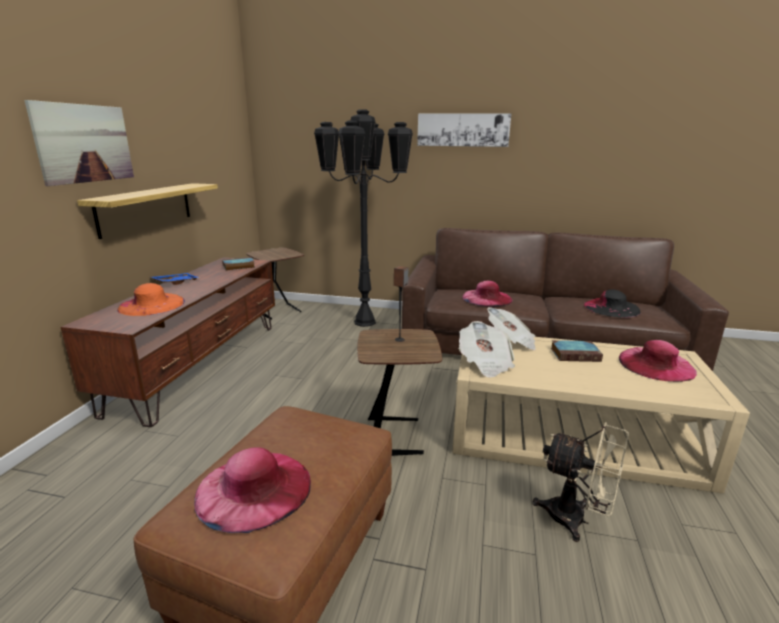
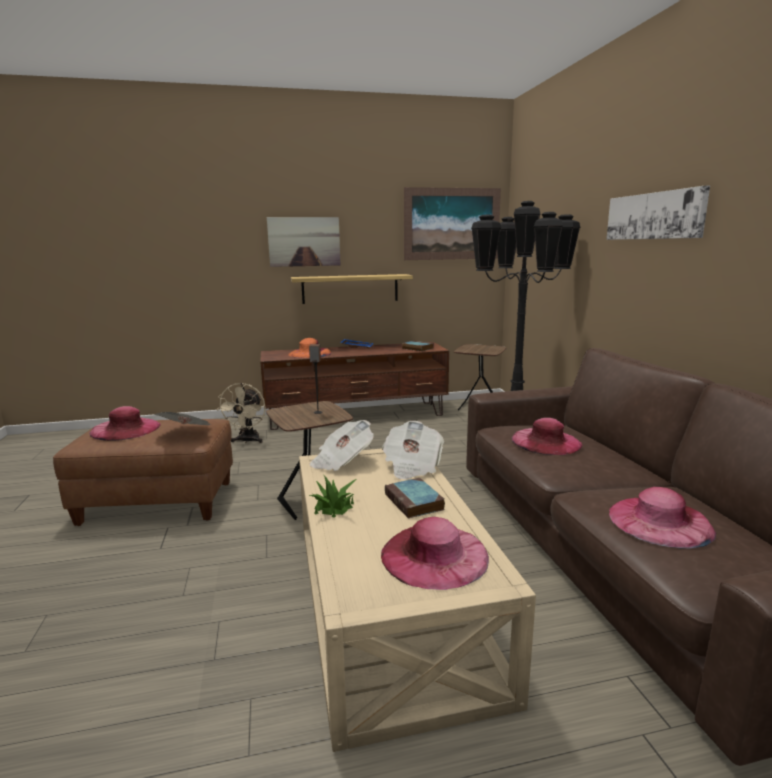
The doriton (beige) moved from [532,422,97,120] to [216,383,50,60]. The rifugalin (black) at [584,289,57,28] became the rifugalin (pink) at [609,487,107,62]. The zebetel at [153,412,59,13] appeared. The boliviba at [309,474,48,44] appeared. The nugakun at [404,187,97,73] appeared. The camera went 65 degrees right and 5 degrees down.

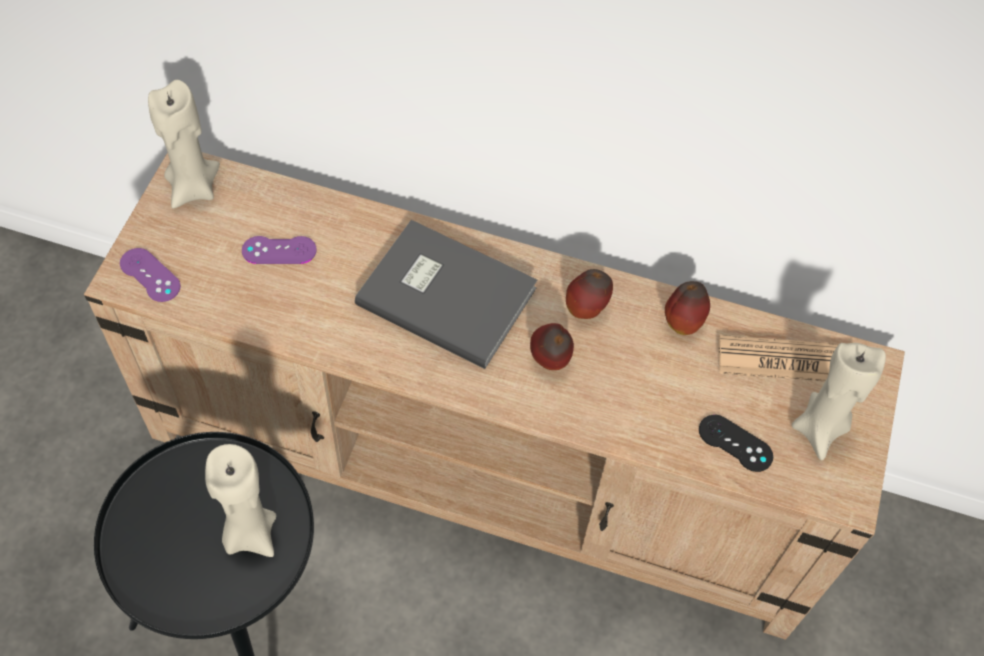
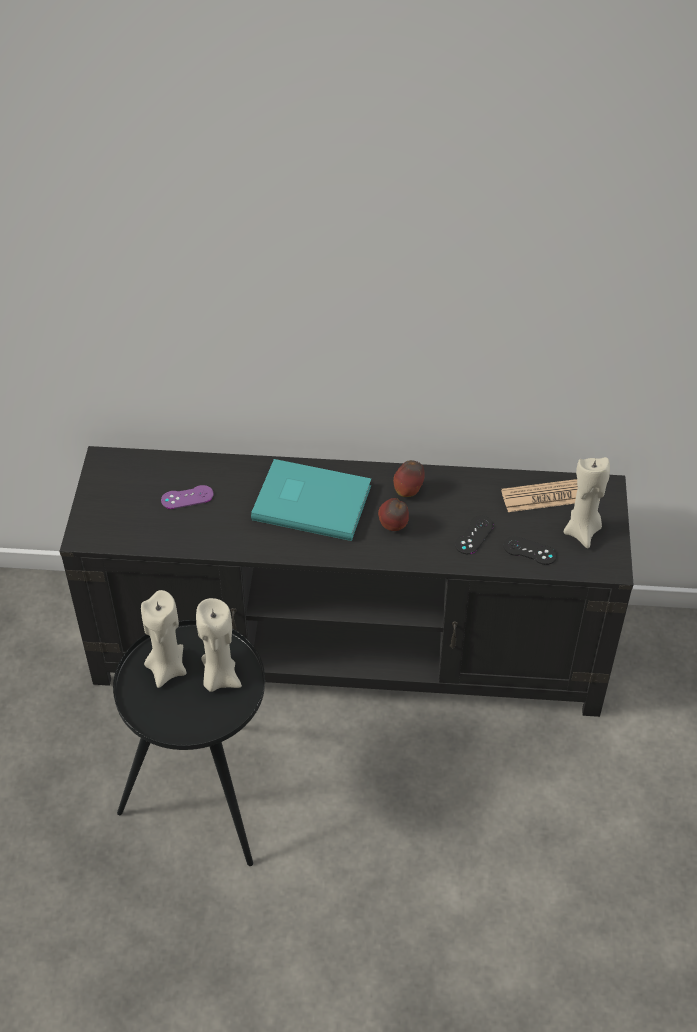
The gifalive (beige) at [84,152,821,488] became the gifalive (black) at [60,446,573,271]. The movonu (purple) at [120,248,60,54] disappeared. The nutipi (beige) moved from [148,80,72,128] to [141,590,46,98]. The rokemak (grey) at [355,220,182,149] became the rokemak (turquoise) at [251,459,120,82]. The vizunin at [665,281,45,54] disappeared. The movonu (black) at [455,516,39,38] appeared. The camera went 10 degrees left and 10 degrees down.

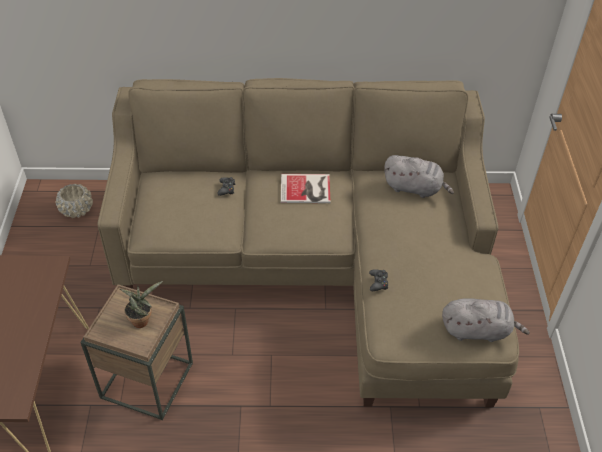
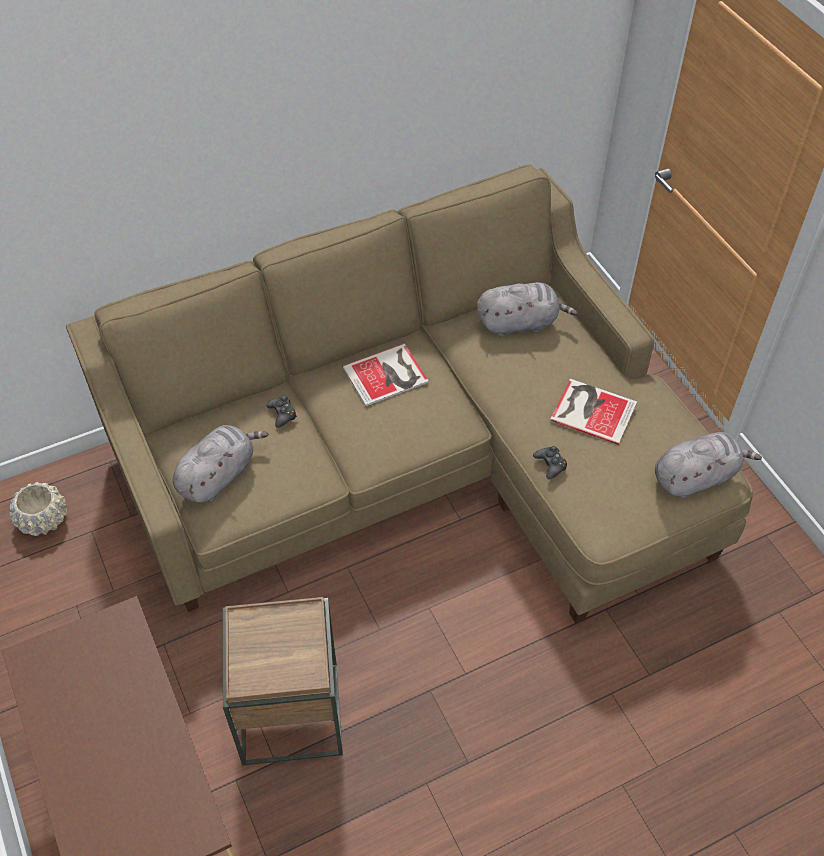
The boliviba at [120,281,43,47] disappeared. The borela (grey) at [173,425,96,78] appeared. The rokemak at [550,379,87,66] appeared. The camera went 25 degrees left and 5 degrees up.

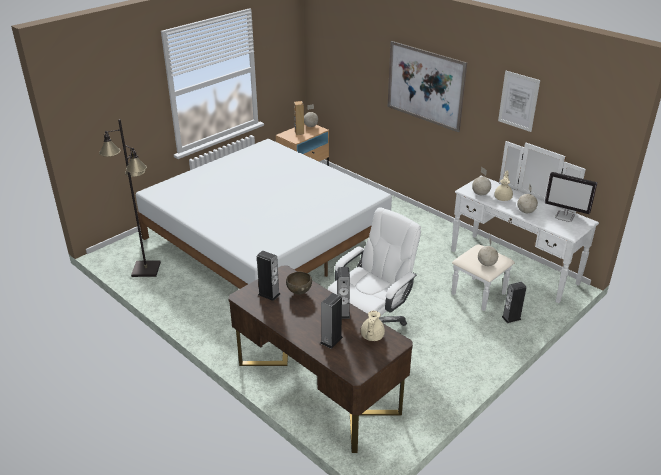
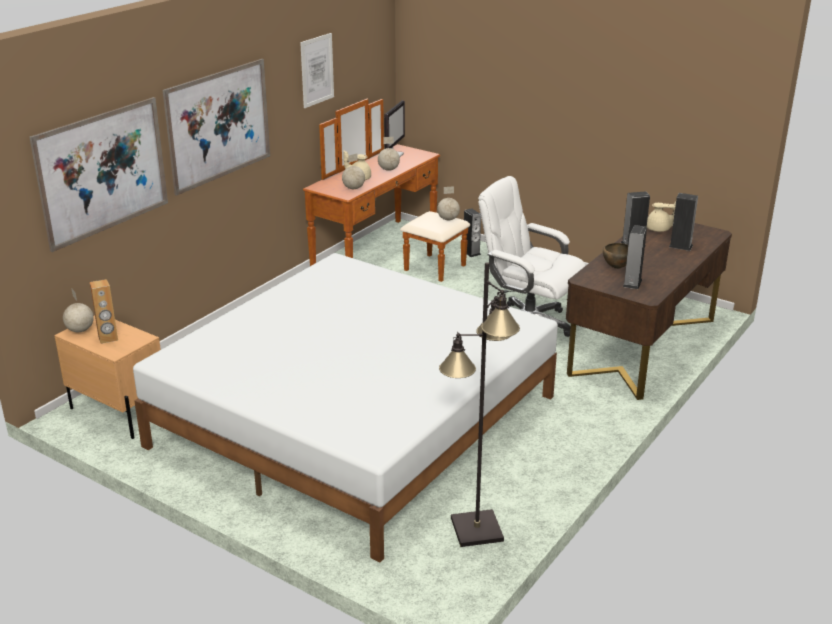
The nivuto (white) at [451,141,148,170] became the nivuto (brown) at [303,99,167,183]. The nugakun at [29,97,139,155] appeared. The camera went 100 degrees left and 5 degrees down.

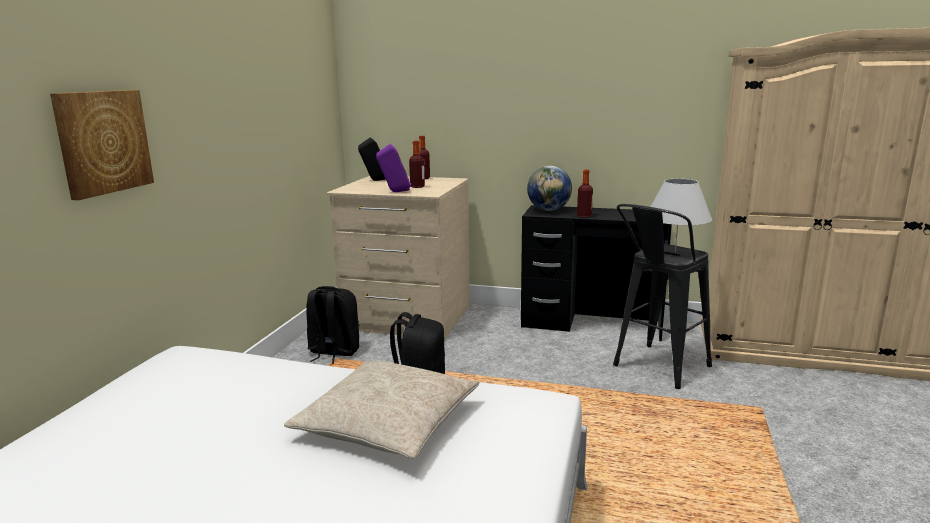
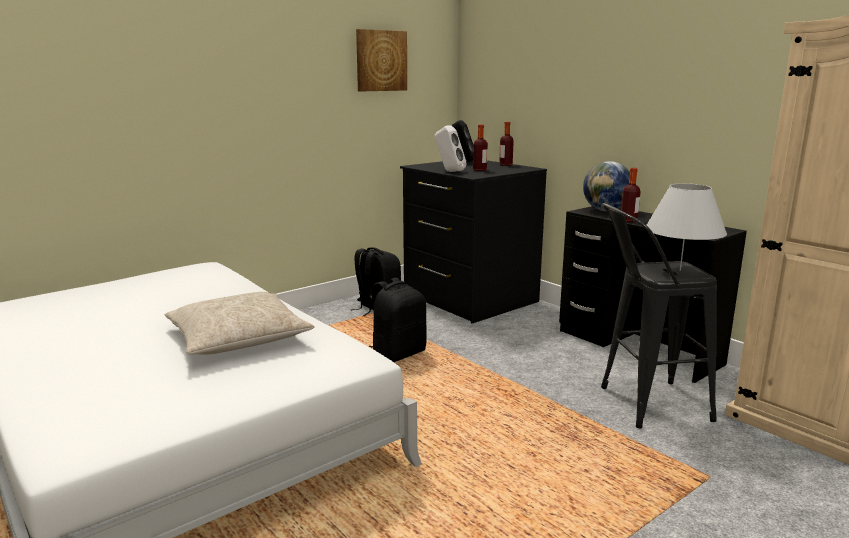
The nugakun moved from [50,90,104,110] to [356,29,51,62]. The nivuto (beige) at [327,176,143,164] became the nivuto (black) at [400,160,147,163]. The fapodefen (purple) at [376,144,35,48] became the fapodefen (white) at [435,125,32,47]. The camera went 35 degrees right and 0 degrees up.

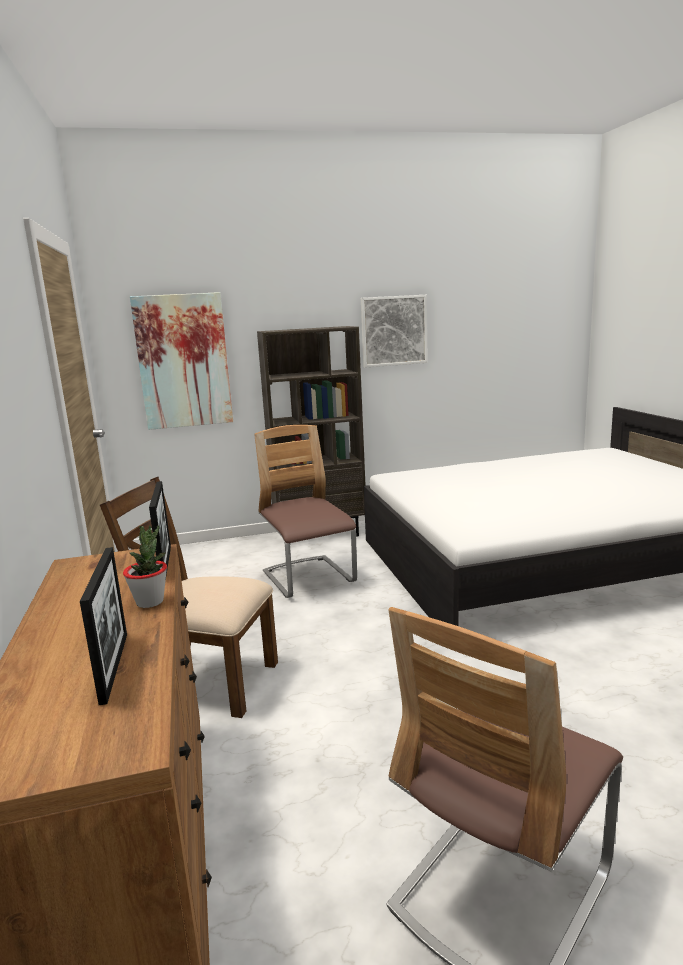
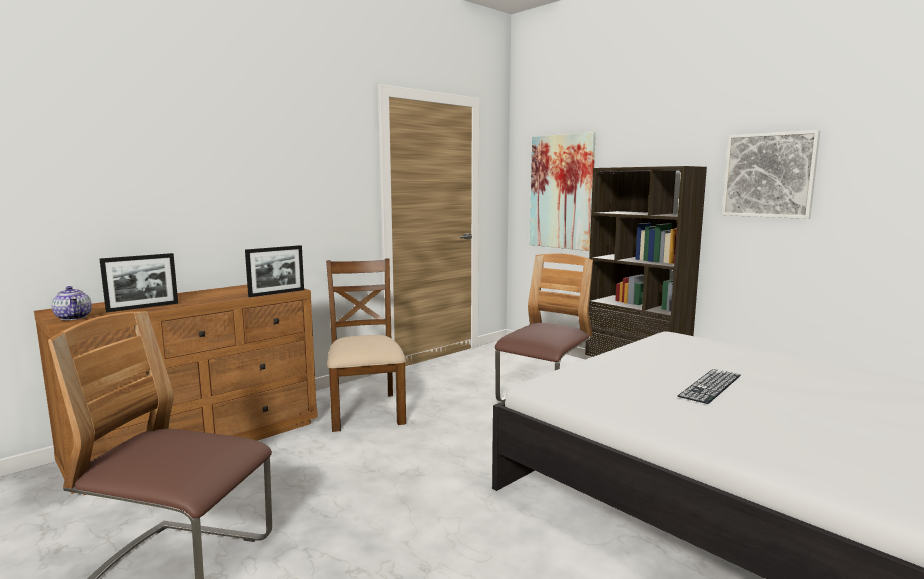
The boliviba at [123,525,44,83] disappeared. The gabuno at [52,286,40,34] appeared. The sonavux at [678,369,63,35] appeared. The camera went 60 degrees right and 5 degrees down.

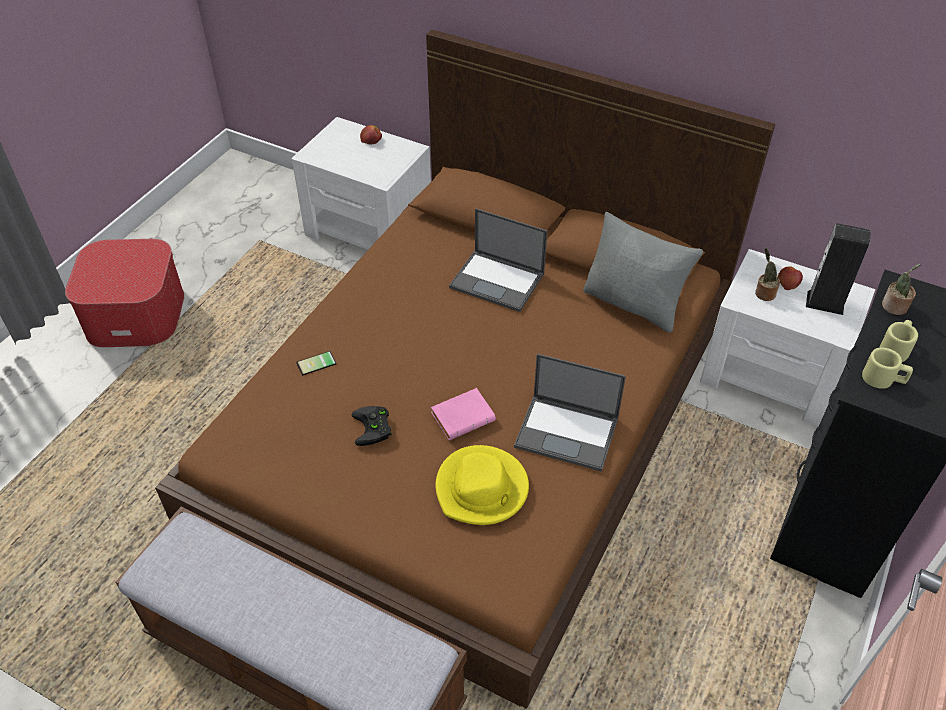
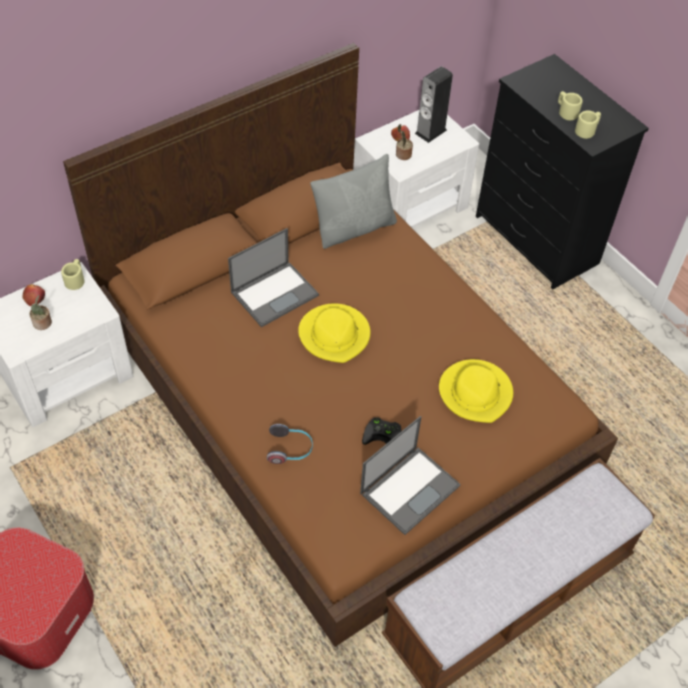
The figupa at [296,351,40,25] was replaced by the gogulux at [267,424,46,40]. The rokemak (pink) at [431,388,65,52] disappeared. The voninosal moved from [514,354,112,118] to [360,416,100,119]. The boliviba moved from [882,264,39,51] to [29,295,23,35]. The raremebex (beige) at [61,259,23,31] appeared. The rifugalin (yellow) at [298,303,73,60] appeared. The camera went 65 degrees left and 5 degrees up.

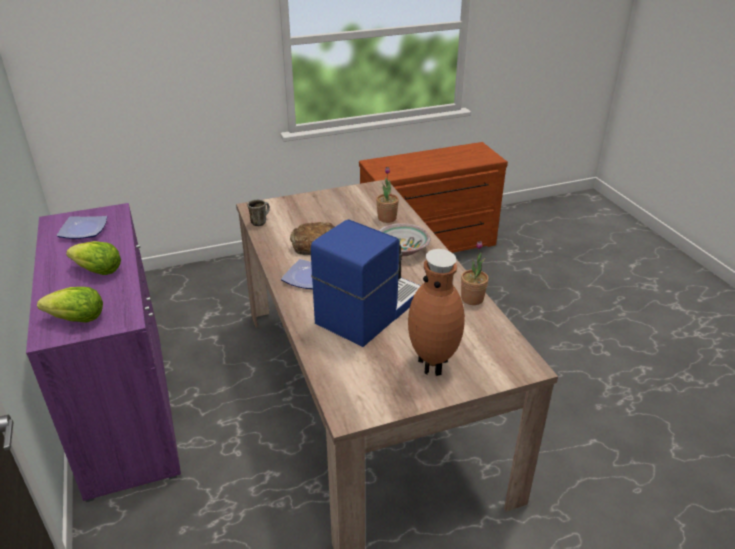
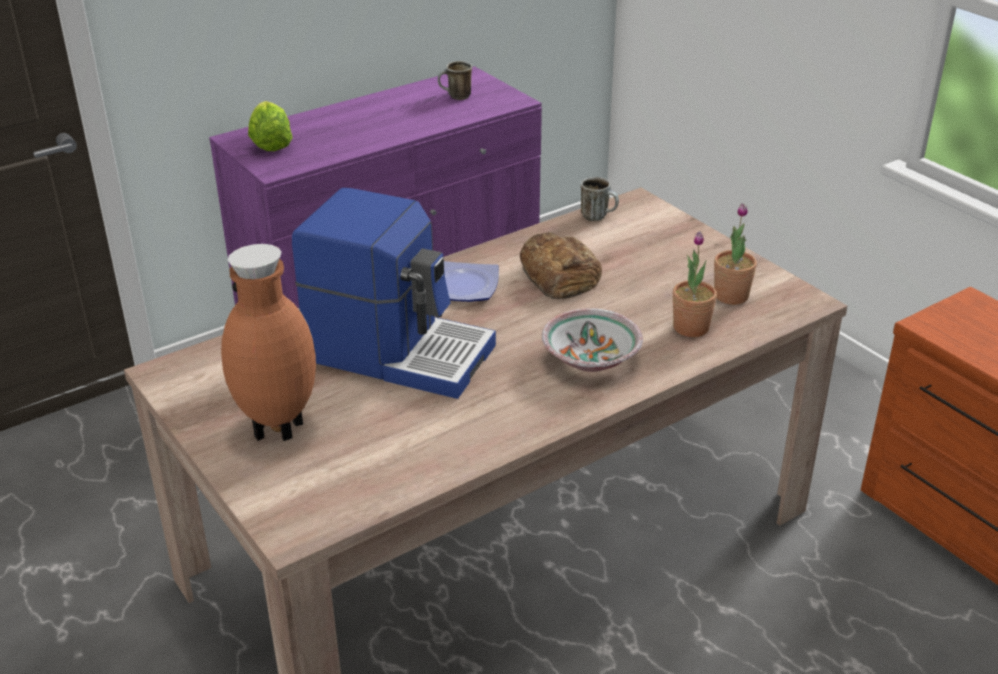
The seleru at [57,216,50,23] was replaced by the raremebex at [438,61,34,39]. The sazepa at [66,241,55,34] disappeared. The boliviba moved from [461,241,28,64] to [714,203,43,102]. The camera went 75 degrees right and 0 degrees up.

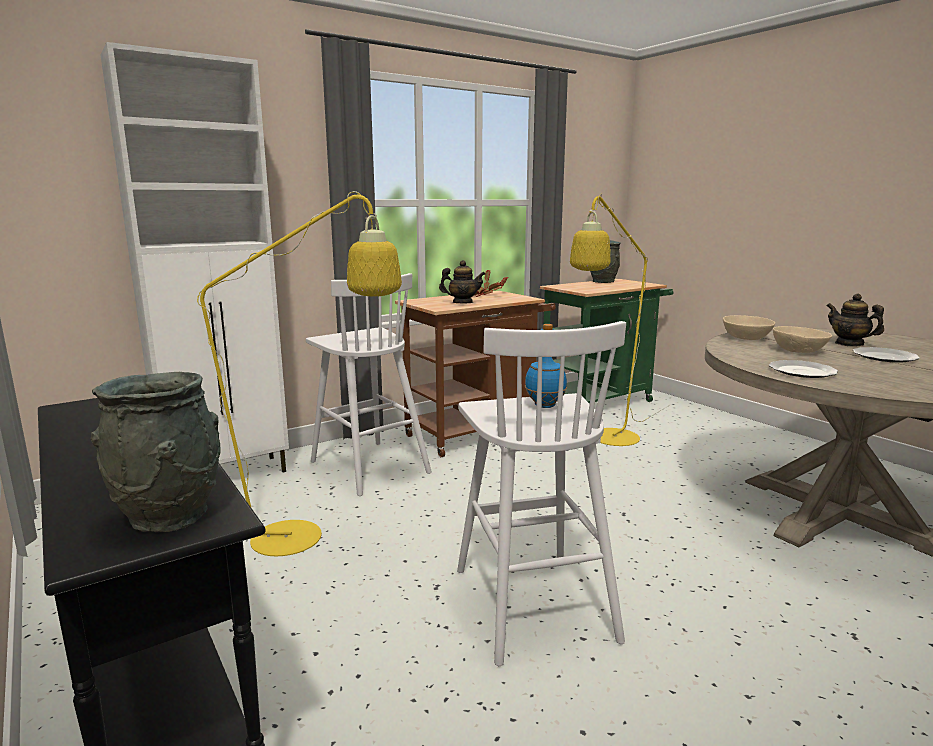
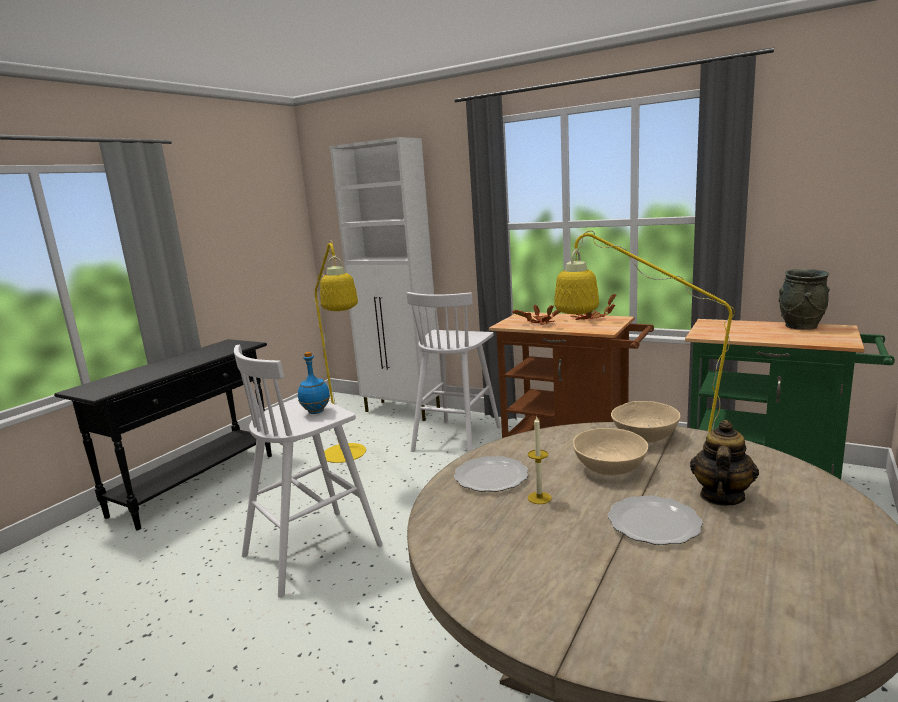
The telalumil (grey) at [91,372,130,160] disappeared. The gabuno at [439,260,46,43] was replaced by the boliviba at [512,304,49,21]. The nutipi at [528,417,23,87] appeared. The camera went 65 degrees right and 0 degrees up.

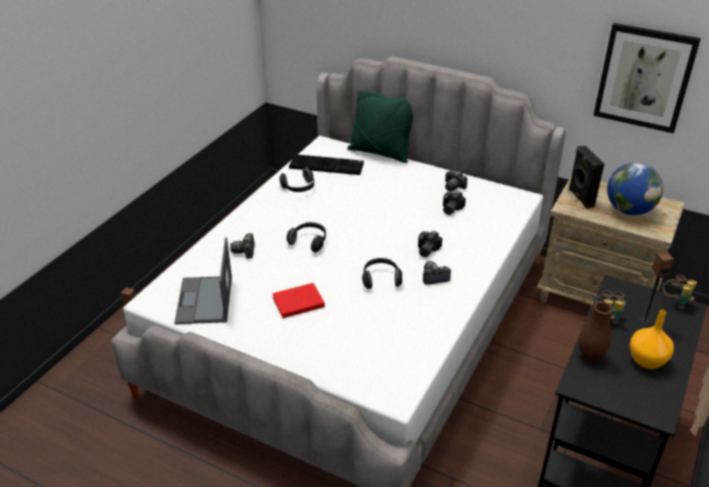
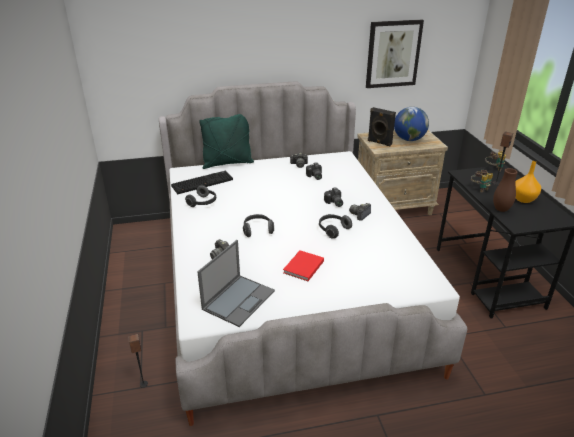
The voninosal at [174,237,58,87] turned 105 degrees counterclockwise. The camera went 40 degrees left and 5 degrees down.

